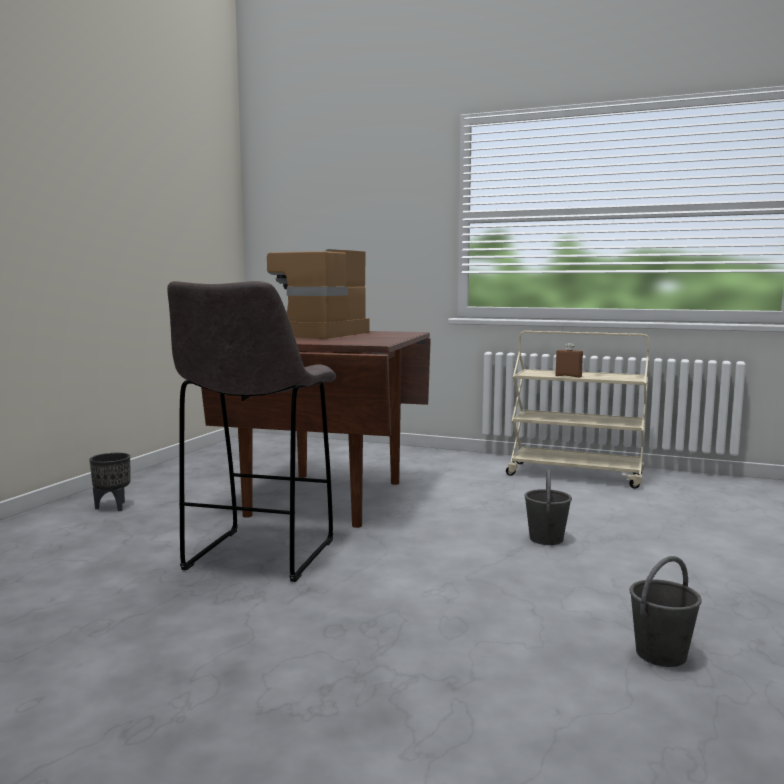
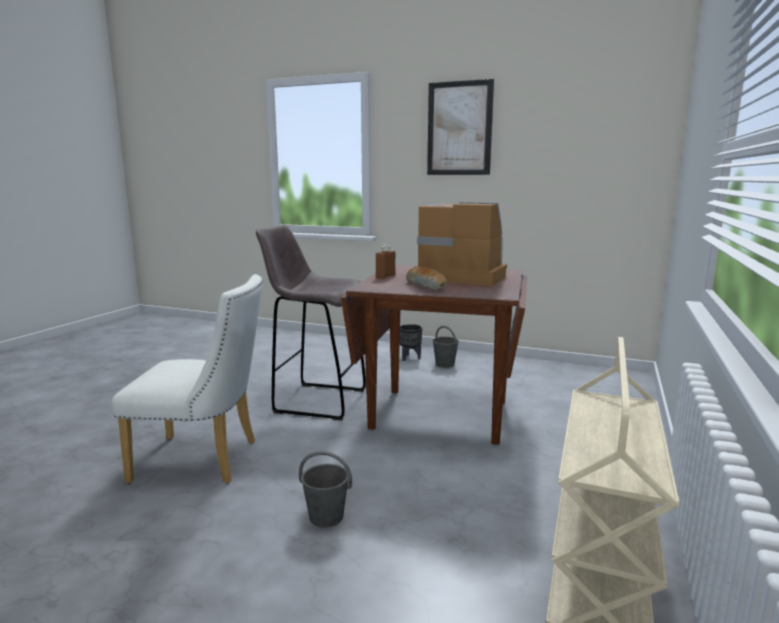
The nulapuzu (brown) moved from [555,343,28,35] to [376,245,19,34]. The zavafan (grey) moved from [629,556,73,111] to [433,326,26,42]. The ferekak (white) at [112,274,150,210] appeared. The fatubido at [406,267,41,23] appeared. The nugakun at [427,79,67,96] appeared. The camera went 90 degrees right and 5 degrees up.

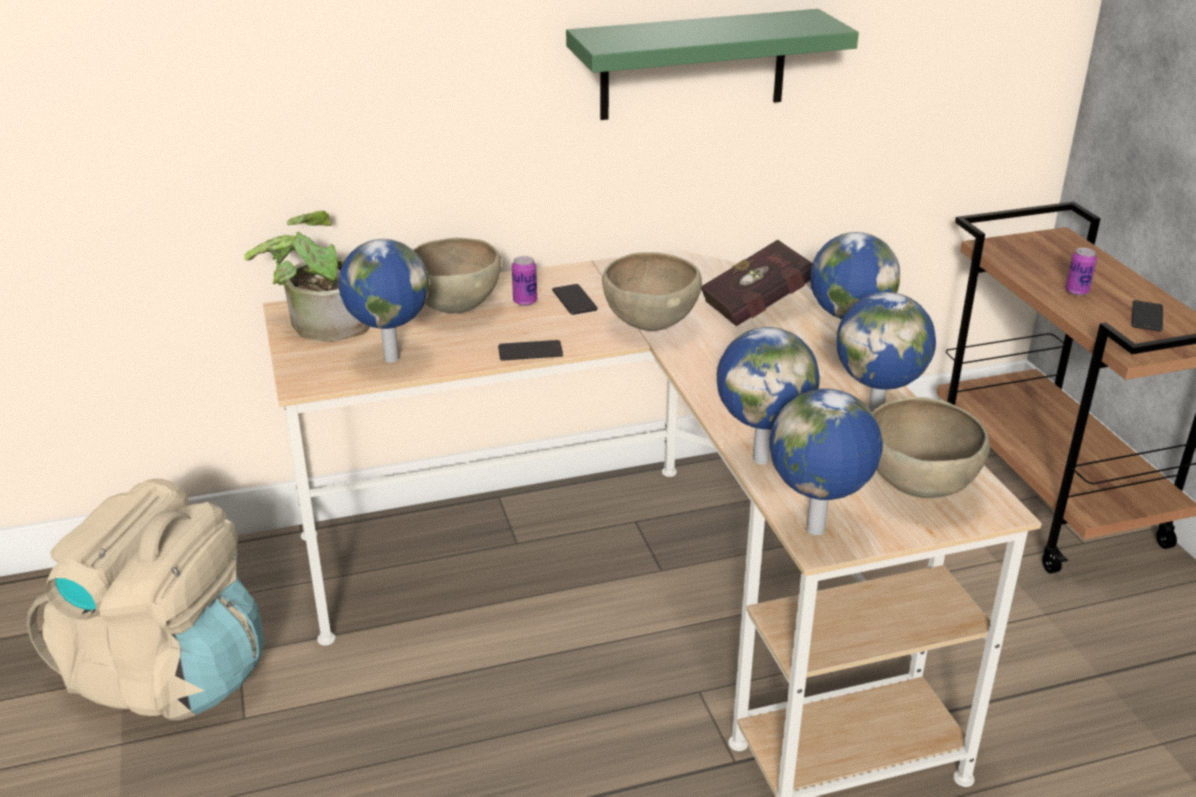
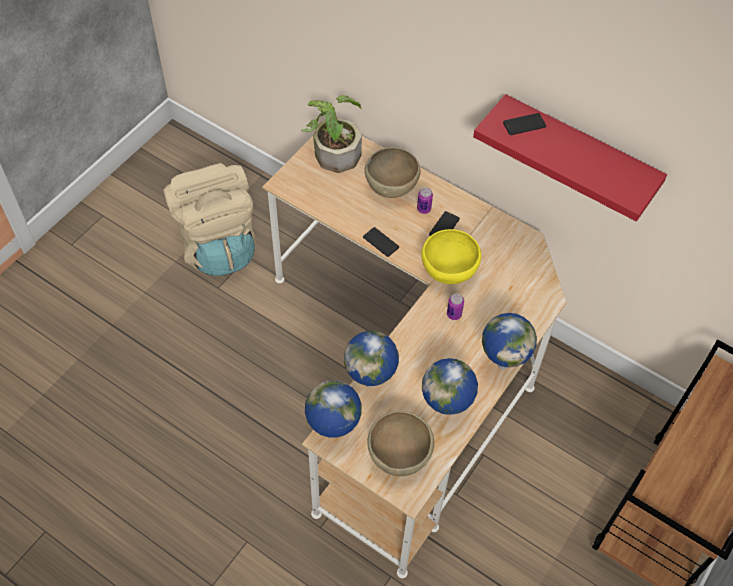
The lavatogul at [338,239,91,124] disappeared. The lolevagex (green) at [566,9,293,111] became the lolevagex (red) at [473,94,194,128]. The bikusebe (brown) at [602,252,100,79] became the bikusebe (yellow) at [421,229,60,55]. The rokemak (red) at [701,240,111,86] disappeared. The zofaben moved from [1065,248,32,48] to [447,293,17,27]. The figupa moved from [1131,300,32,32] to [503,113,43,22]. The camera went 50 degrees right and 25 degrees up.

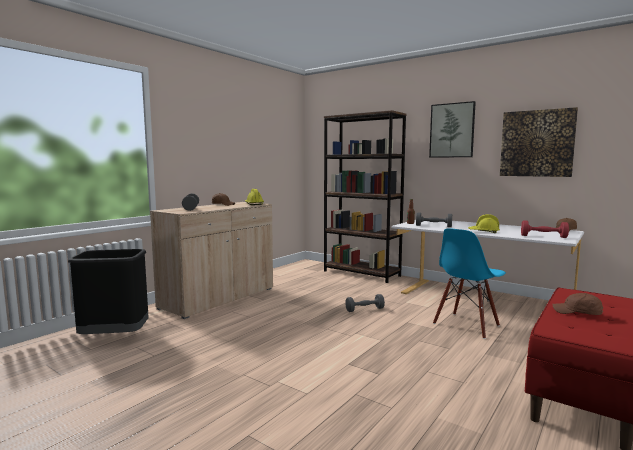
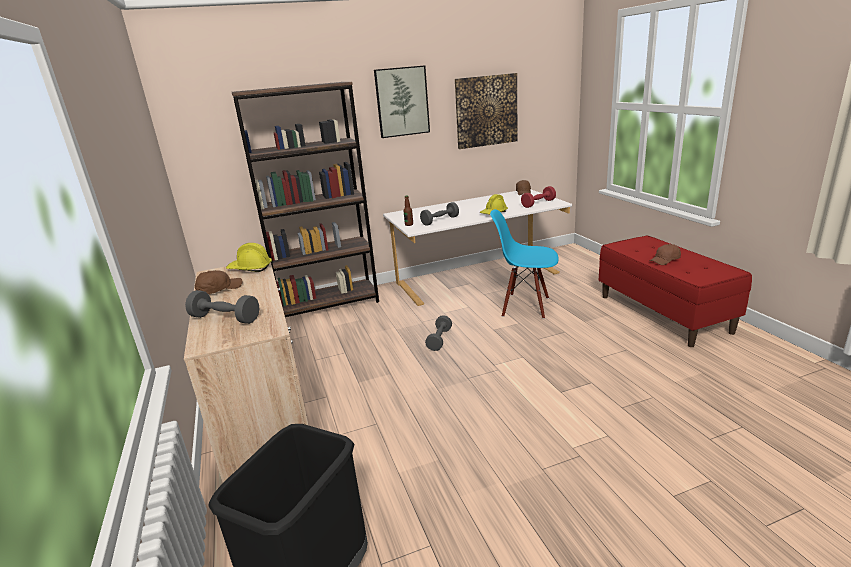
The ferekak (blue) at [433,228,73,111] turned 120 degrees clockwise. The camera went 55 degrees left and 15 degrees up.

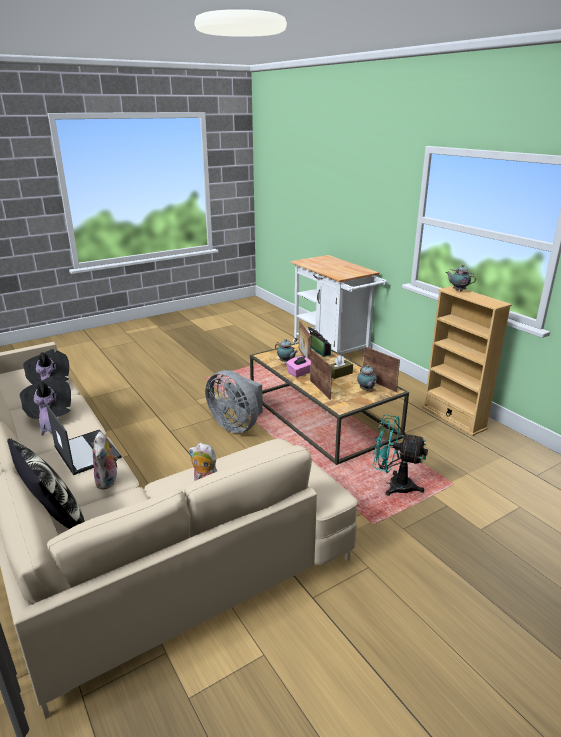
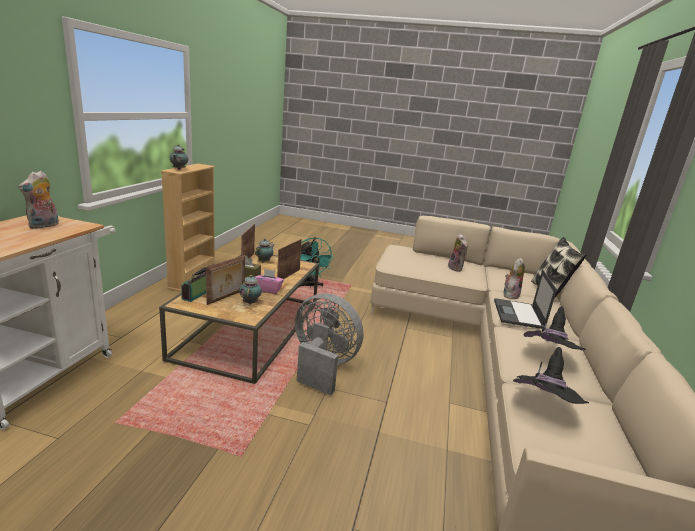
The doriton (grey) at [205,370,58,63] turned 60 degrees counterclockwise. The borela at [18,171,41,58] appeared. The camera went 135 degrees left and 5 degrees down.

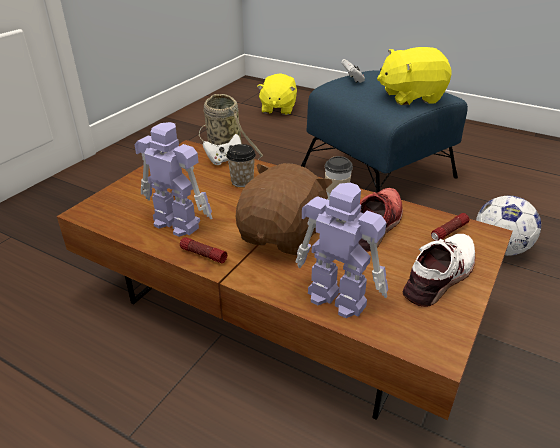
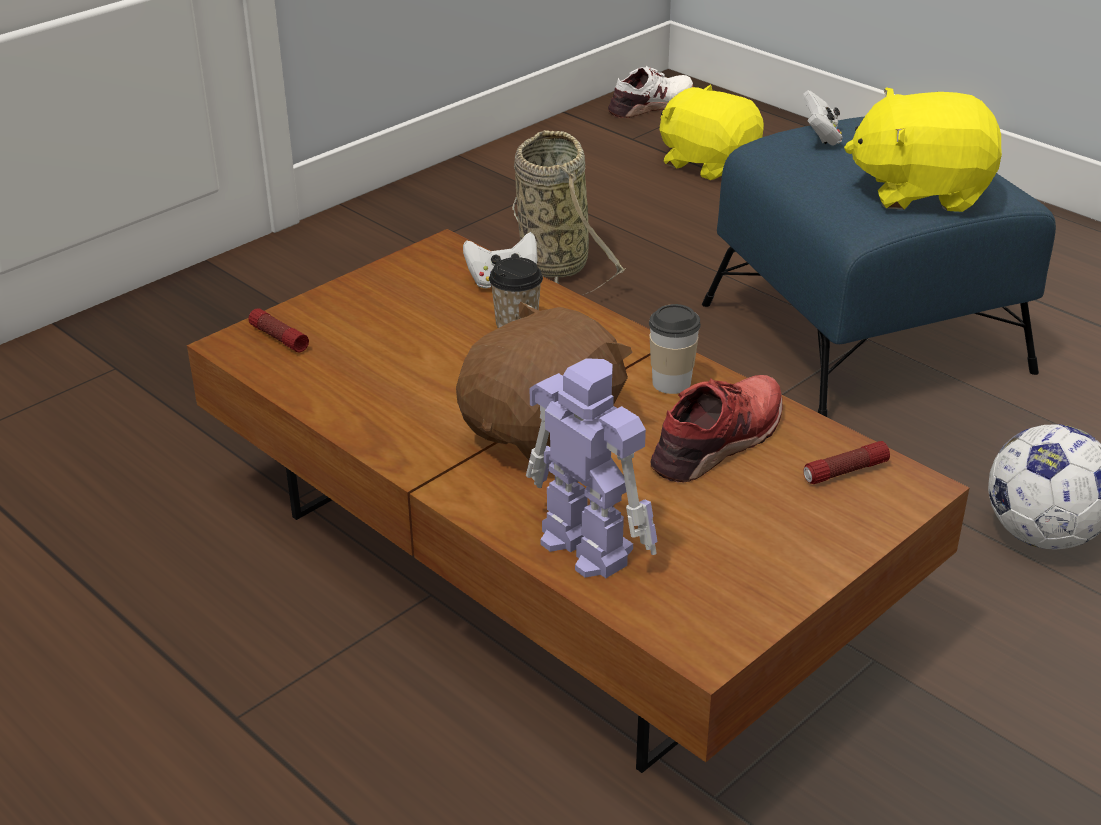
The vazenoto at [134,122,78,115] disappeared. The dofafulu moved from [180,237,47,26] to [249,308,60,44]. The borela (yellow) at [257,73,40,42] turned 105 degrees clockwise. The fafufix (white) moved from [403,234,72,73] to [608,66,85,52]. The camera went 15 degrees right and 0 degrees up.

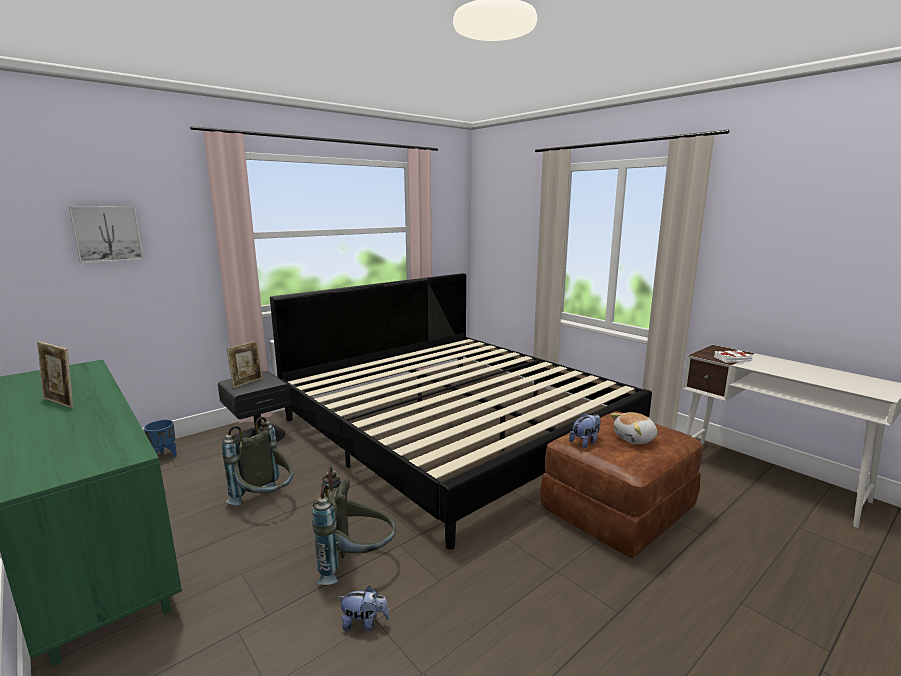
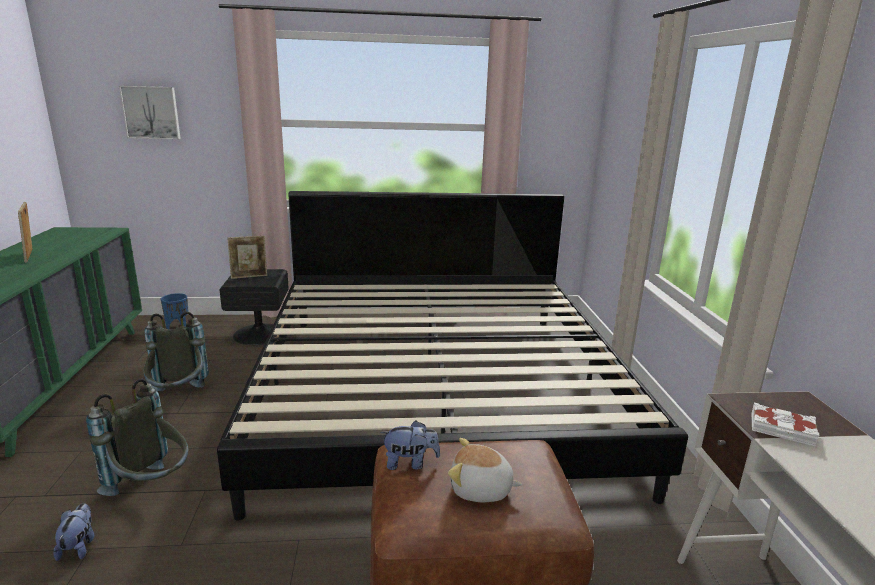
The borela at [338,586,52,45] turned 135 degrees counterclockwise. The camera went 35 degrees right and 5 degrees up.

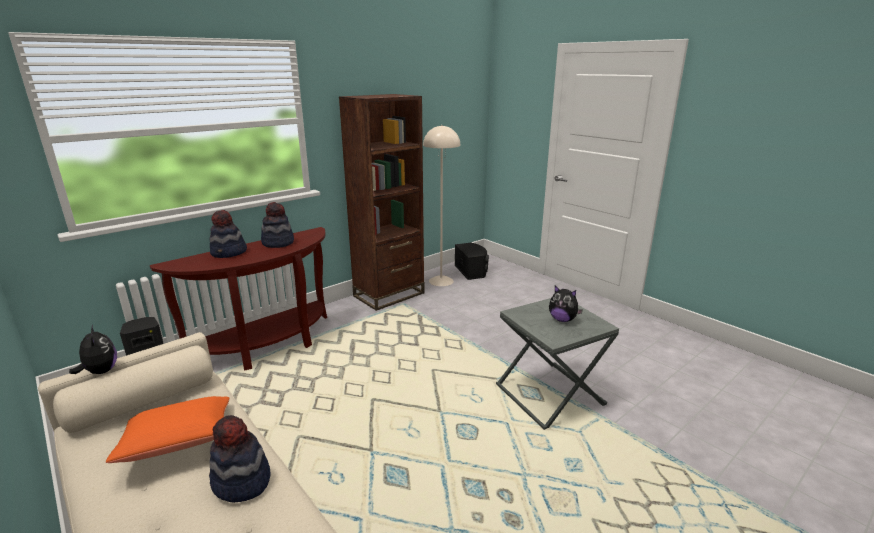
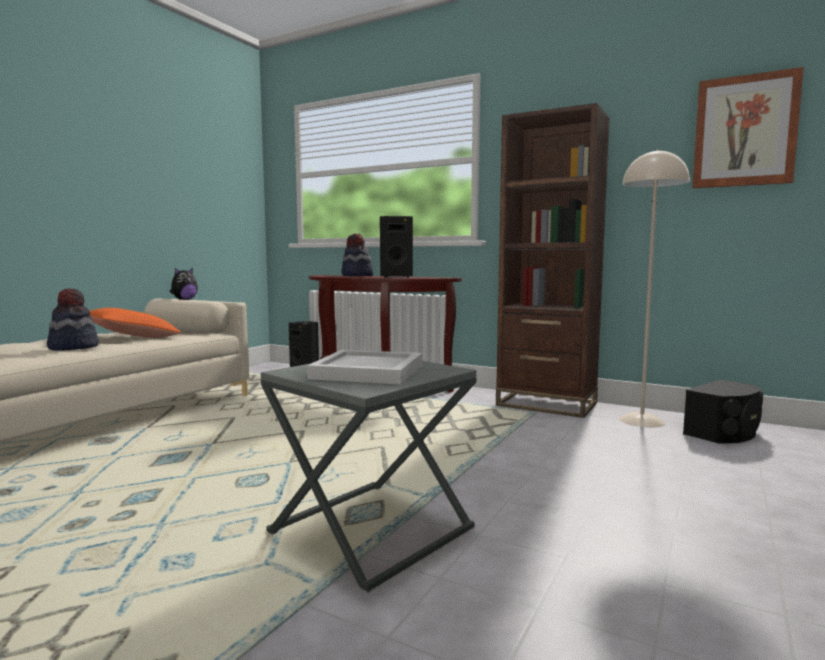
The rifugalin at [261,202,33,46] was replaced by the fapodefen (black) at [380,216,33,61]. The borela at [549,286,34,36] was replaced by the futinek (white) at [307,350,115,34]. The nugakun at [692,67,112,122] appeared. The camera went 70 degrees right and 15 degrees down.

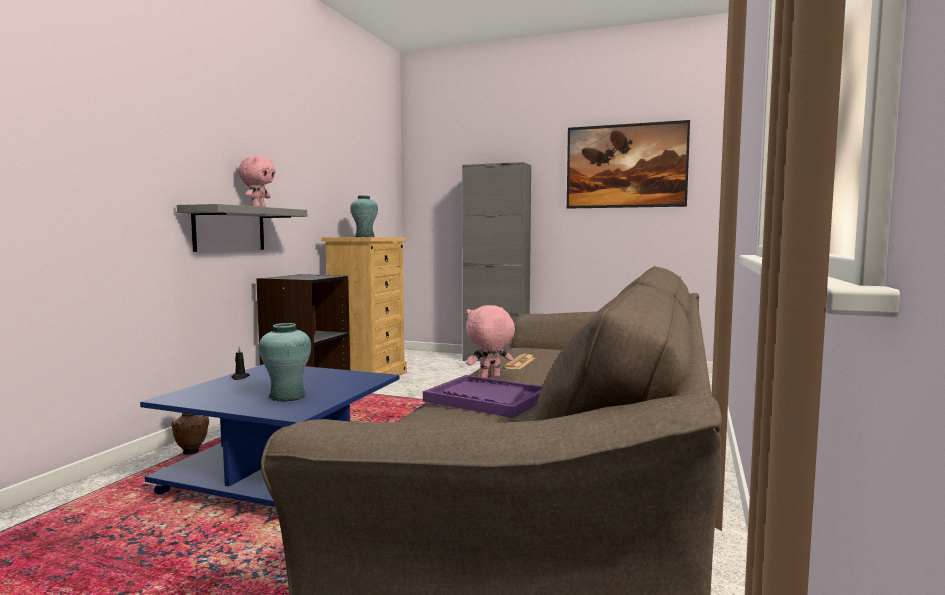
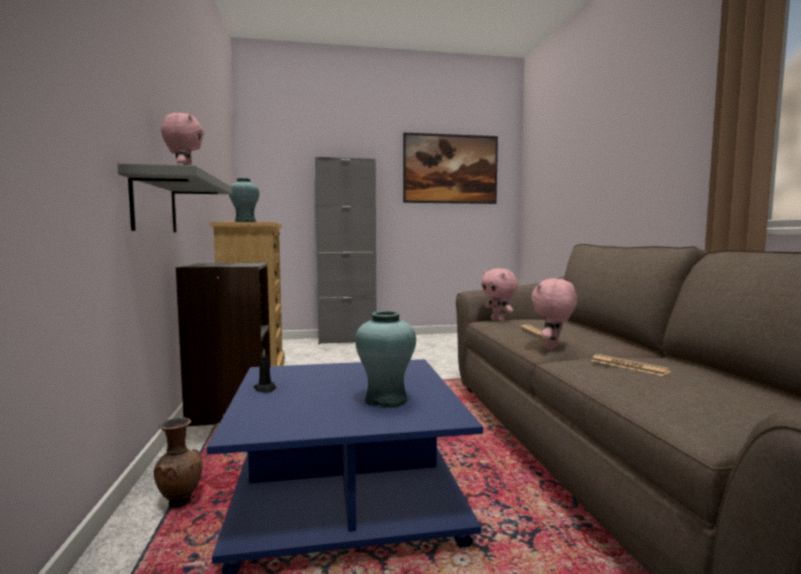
The futinek (purple) at [423,375,119,43] was replaced by the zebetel at [591,354,81,22]. The borela (pink) at [481,268,37,54] appeared. The camera went 30 degrees left and 0 degrees up.

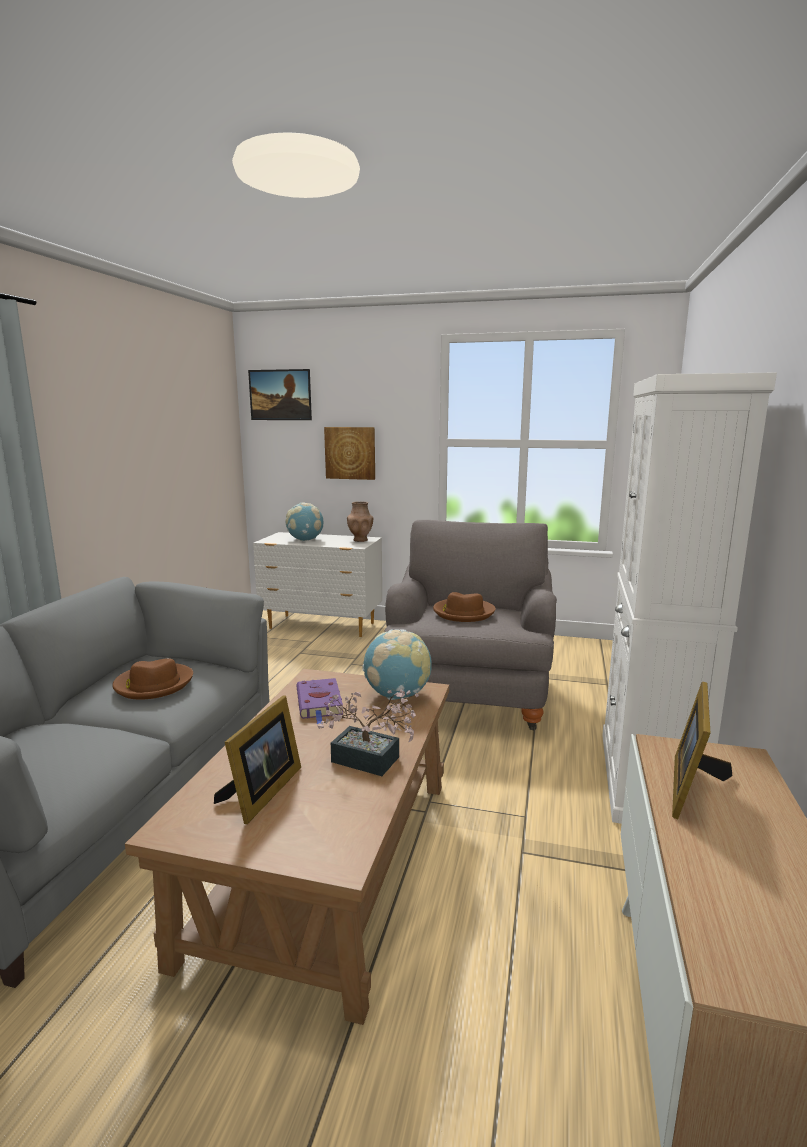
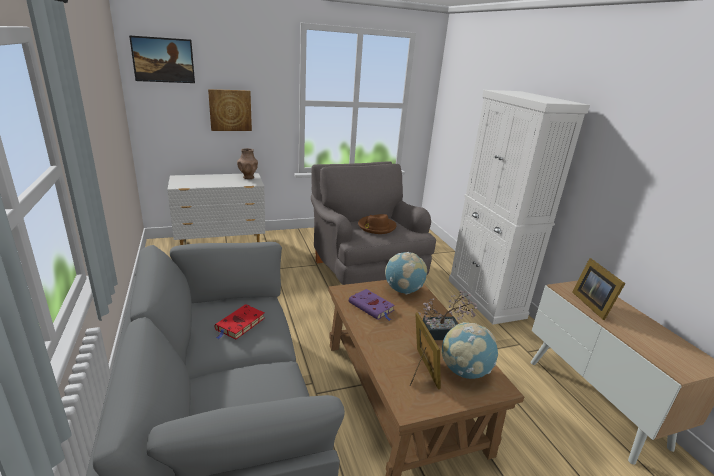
The rifugalin (brown) at [112,658,81,42] was replaced by the rokemak (red) at [214,304,51,35]. The lavatogul moved from [286,502,37,39] to [441,322,57,57]. The camera went 35 degrees left and 10 degrees up.

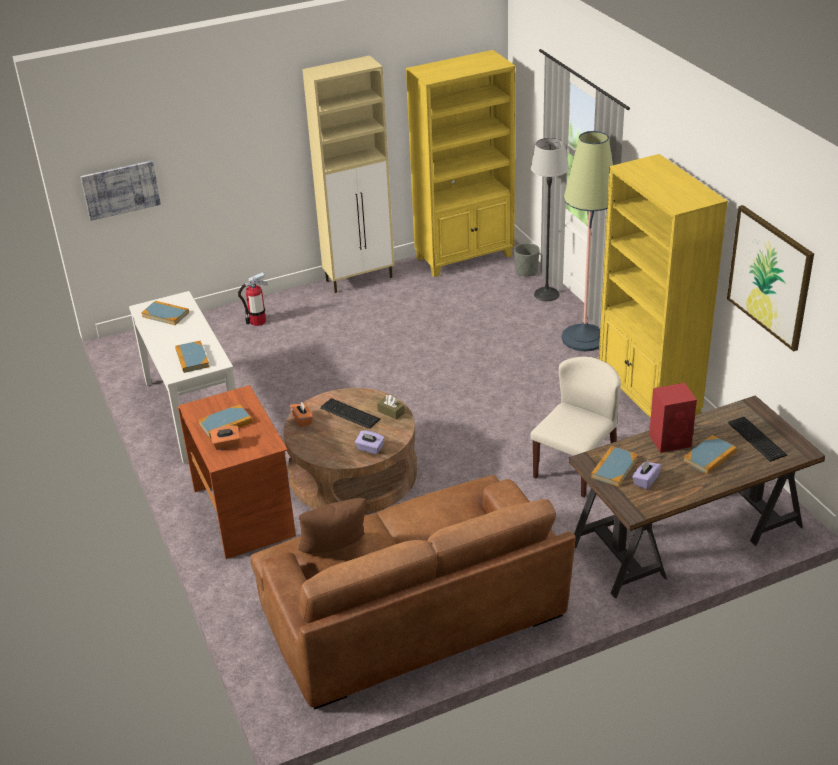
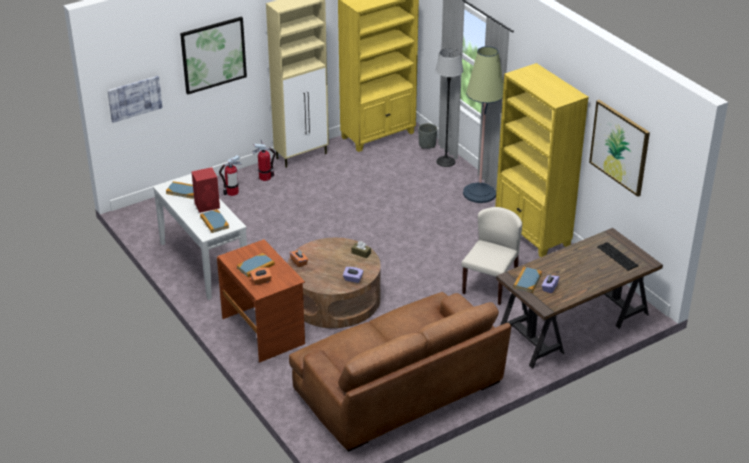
The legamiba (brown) at [298,498,68,55] disappeared. The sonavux at [320,398,61,31] disappeared. The fapodefen (red) moved from [649,383,48,70] to [192,167,28,46]. The rokemak at [683,435,54,39] disappeared. The nugakun at [180,17,67,78] appeared. The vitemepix at [253,140,23,41] appeared. The camera went 10 degrees left and 0 degrees up.

